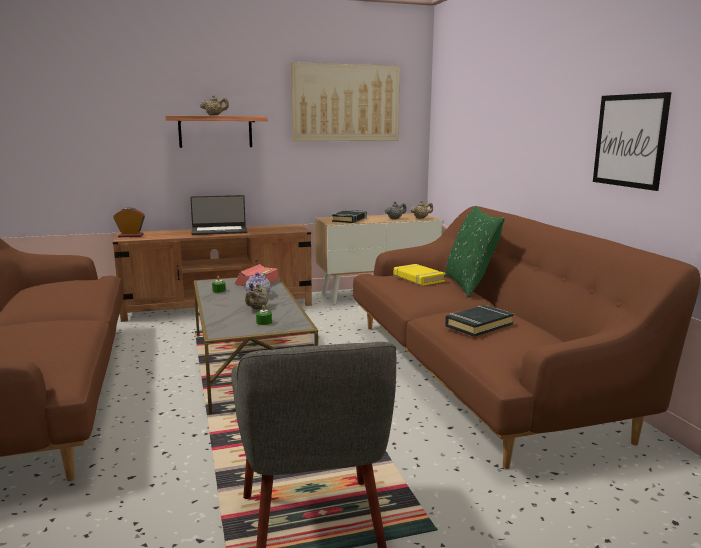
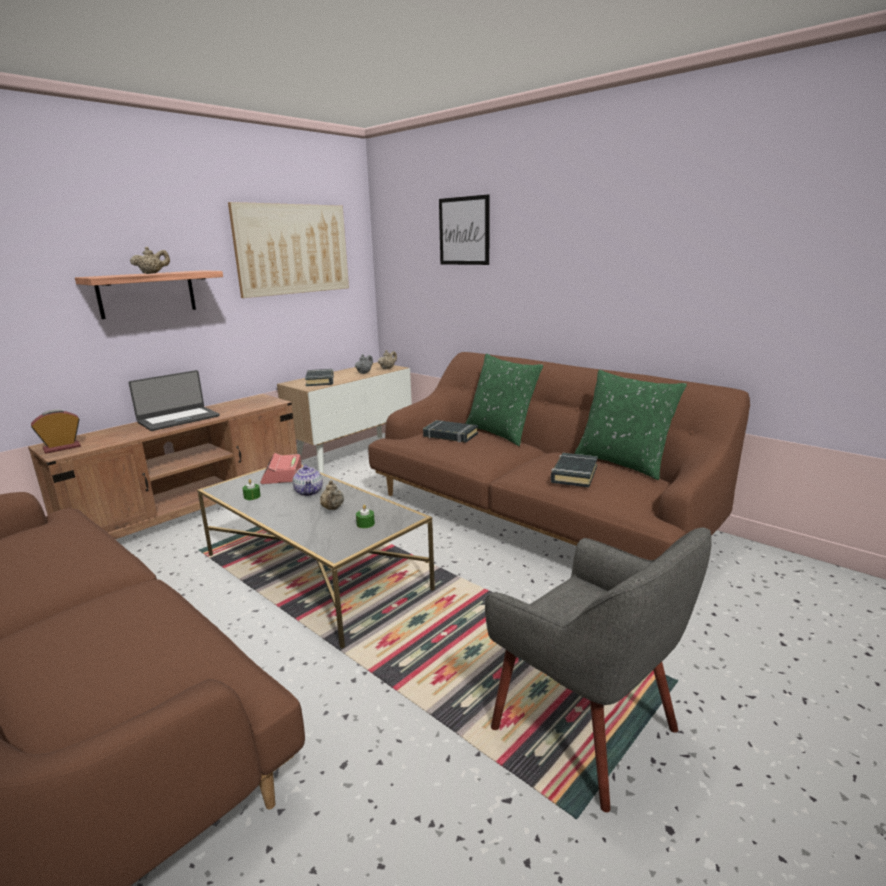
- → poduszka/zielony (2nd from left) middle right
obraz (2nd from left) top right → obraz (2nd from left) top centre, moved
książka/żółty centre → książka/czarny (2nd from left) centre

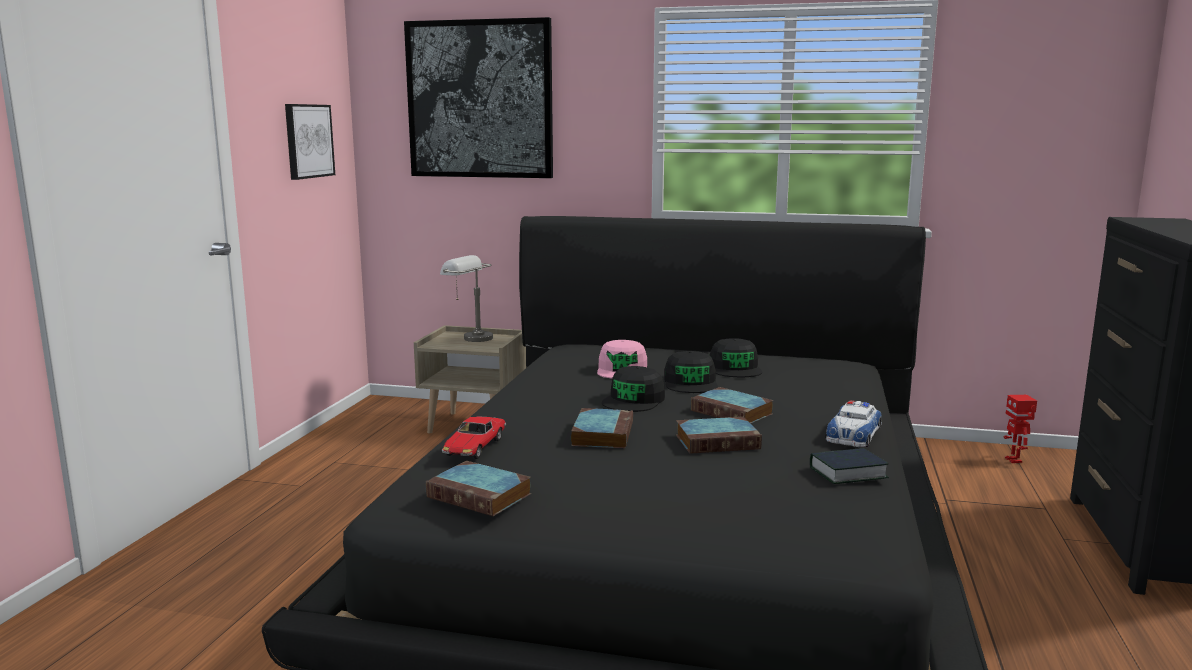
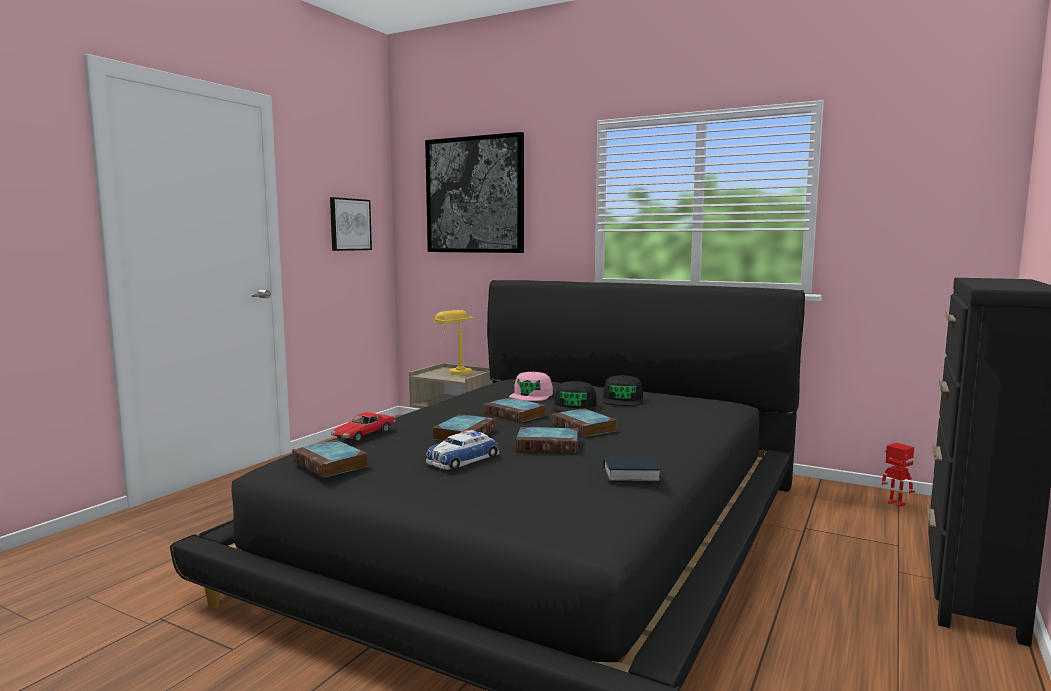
samochodzik (2nd from left) middle right → samochodzik (2nd from left) centre, moved
czapka z daszkiem/czarny (1st from left) centre → książka (3rd from left) centre
lampa stołowa/szary centre → lampa stołowa/żółty centre
robot zabawkowy middle right → robot zabawkowy bottom right, 135 degrees clockwise

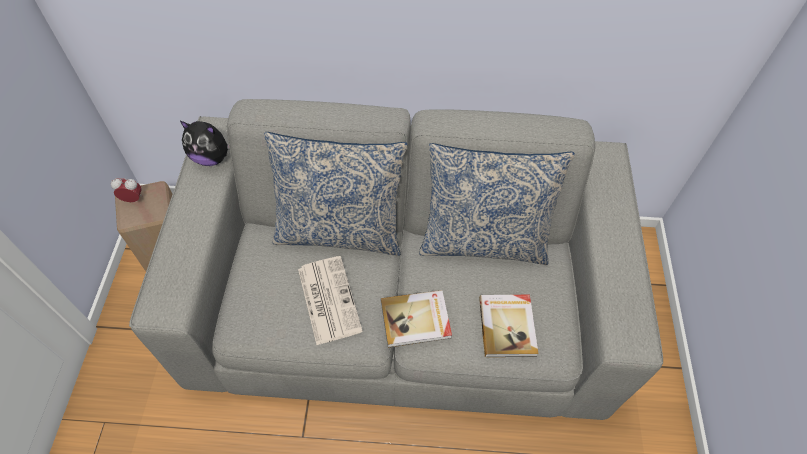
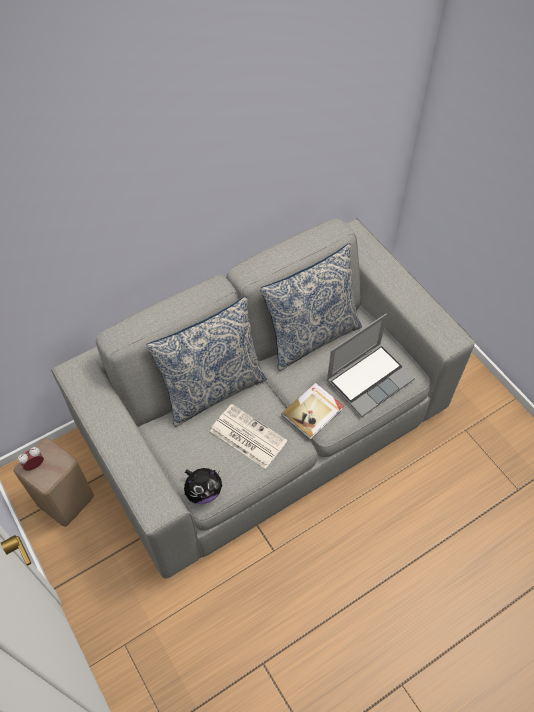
pluszak top left → pluszak bottom centre, moved
książka (2nd from left) bottom centre → laptop middle right

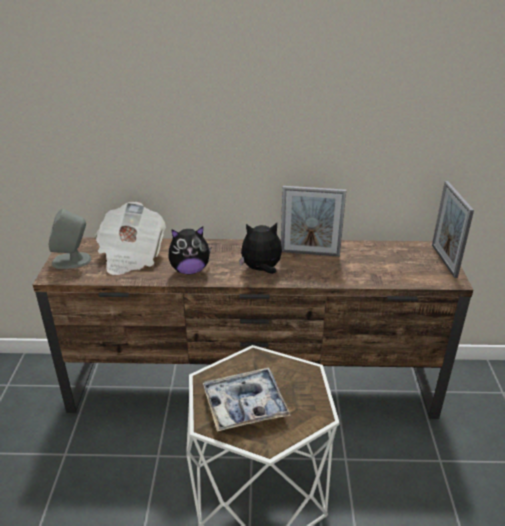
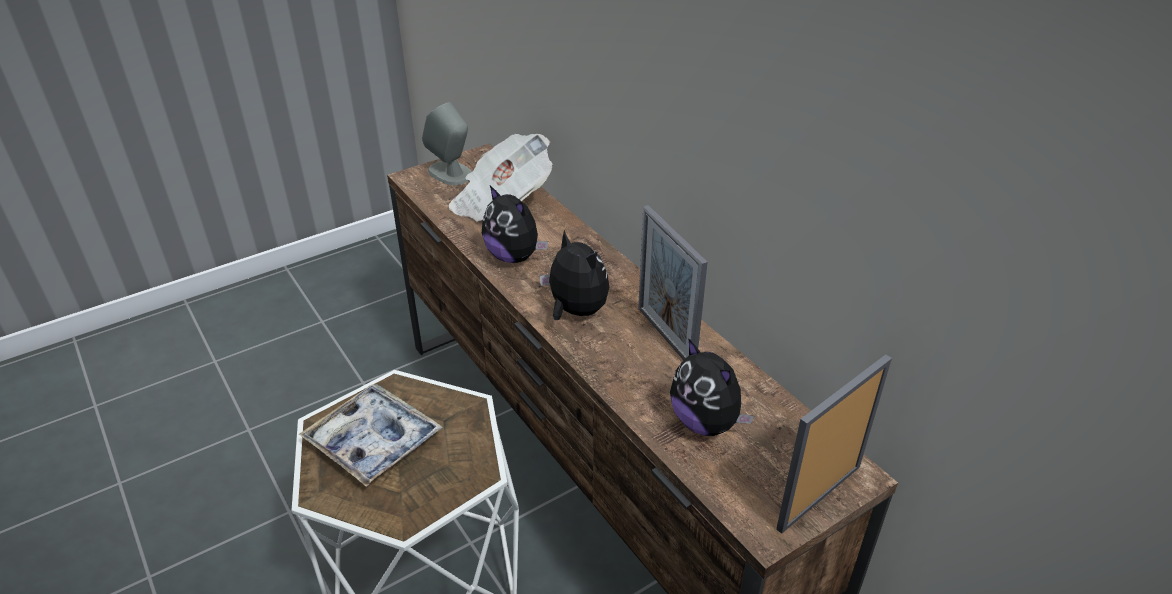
- → pluszak (3rd from left) centre

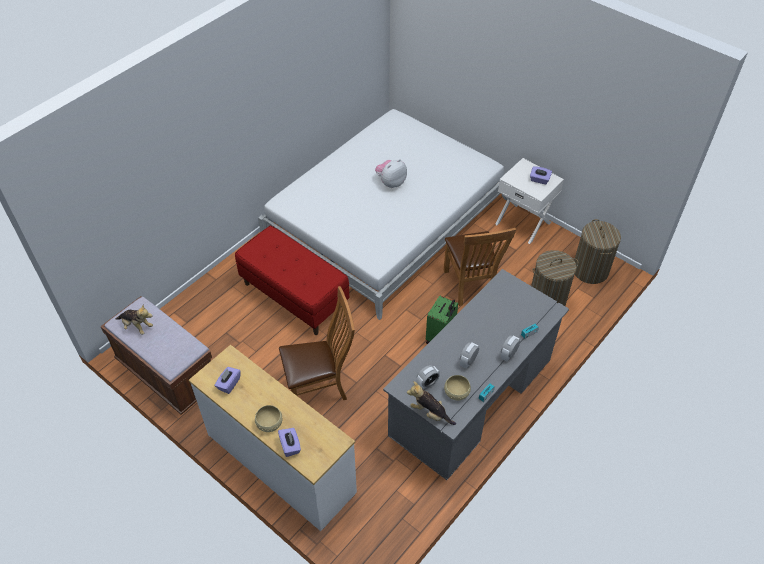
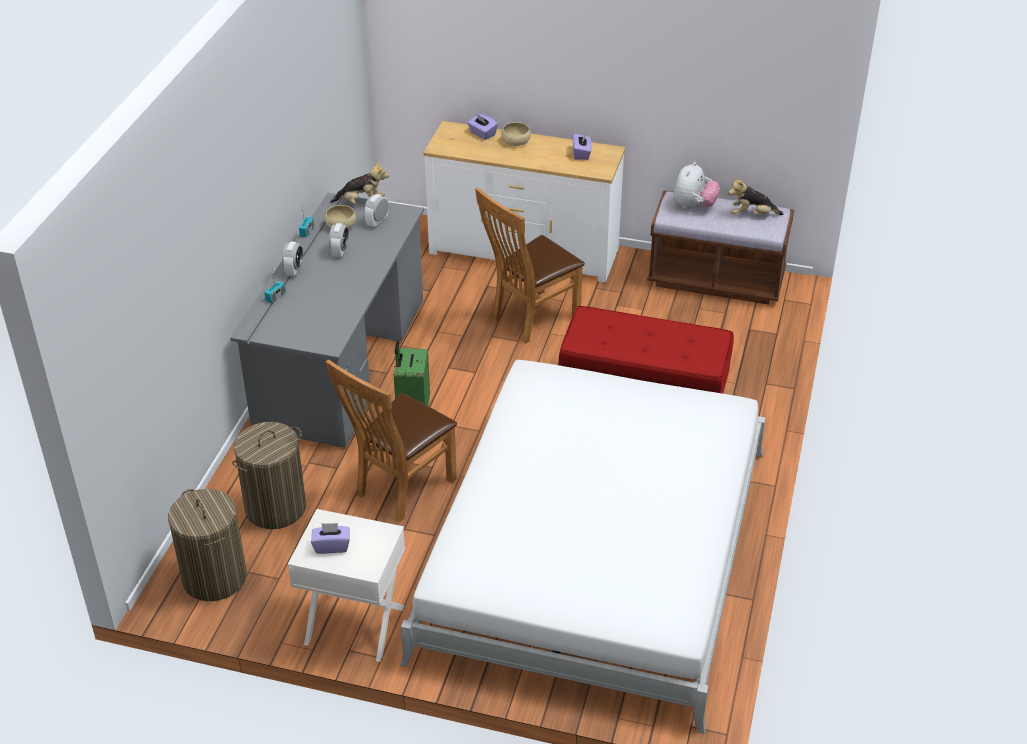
pluszak (2nd from left) top centre → pluszak (2nd from left) top right, moved
krzesło/brązowy (2nd from left in the first image) centre → krzesło/brązowy (1st from left) centre, 105 degrees counterclockwise

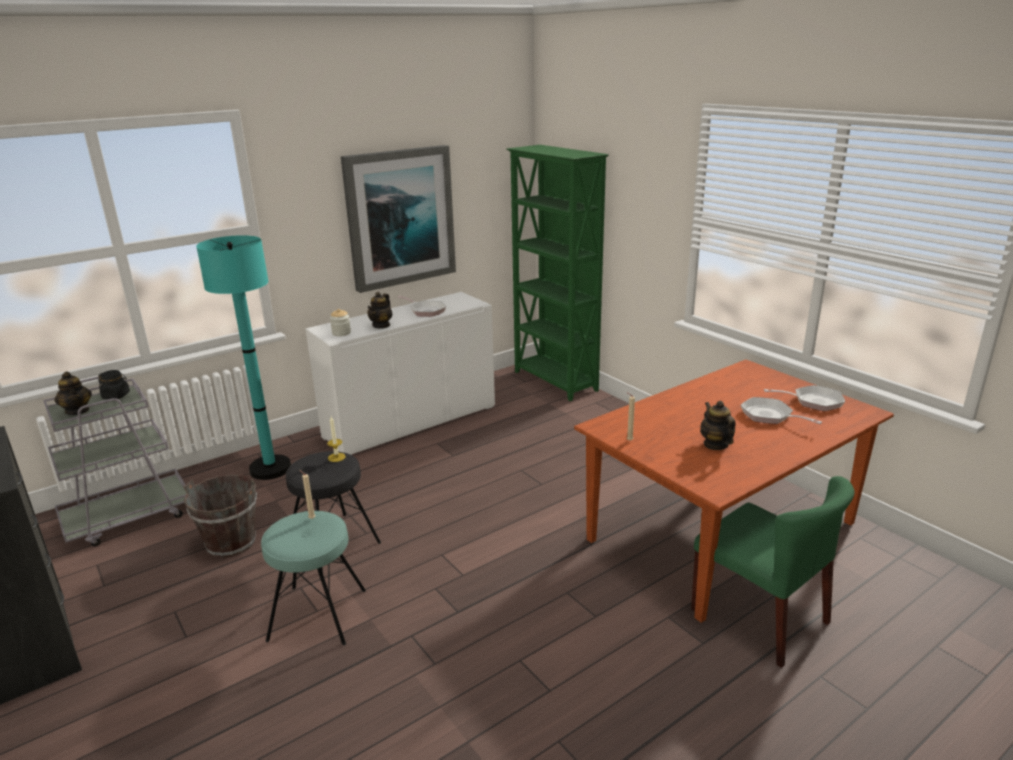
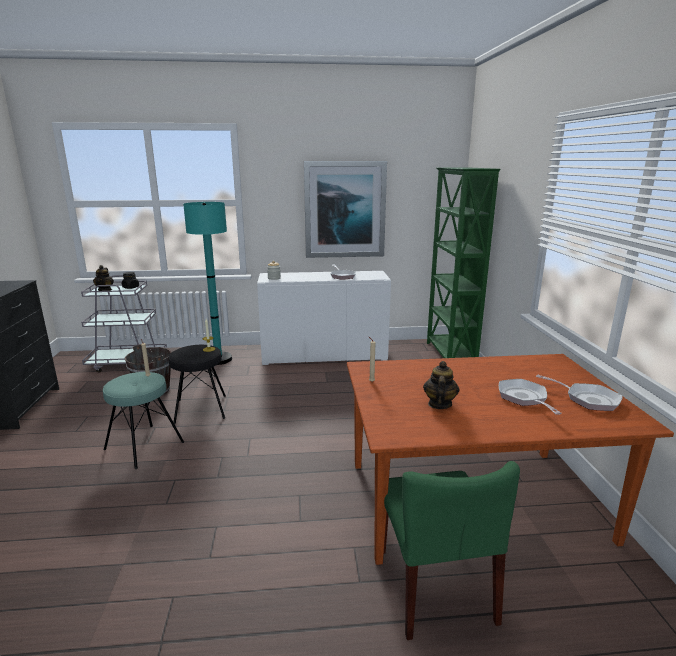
imbryk (2nd from left) centre → -

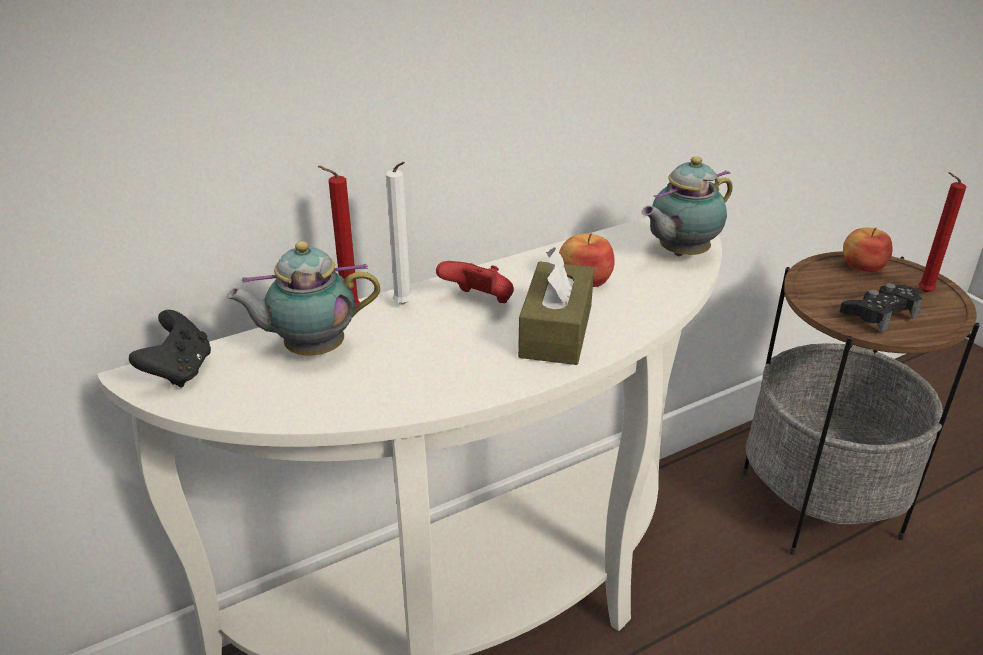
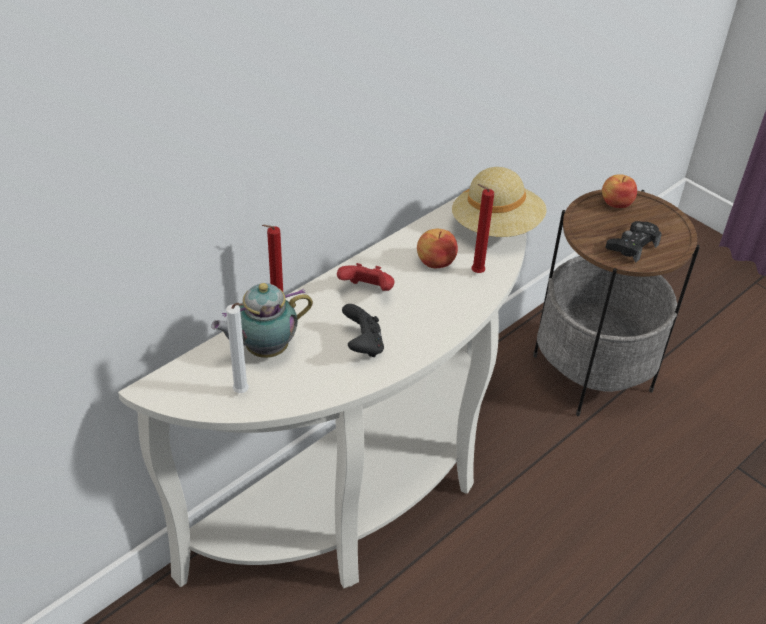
pudełko chusteczek/brązowy centre → -
pad do gier/czarny (1st from left) middle left → pad do gier/czarny (1st from left) centre, moved
świeca/biały centre → świeca/biały middle left, moved
świeca/czerwony (2nd from left) middle right → świeca/czerwony (2nd from left) centre, moved
imbryk (2nd from left) top right → kapelusz/beżowy top centre

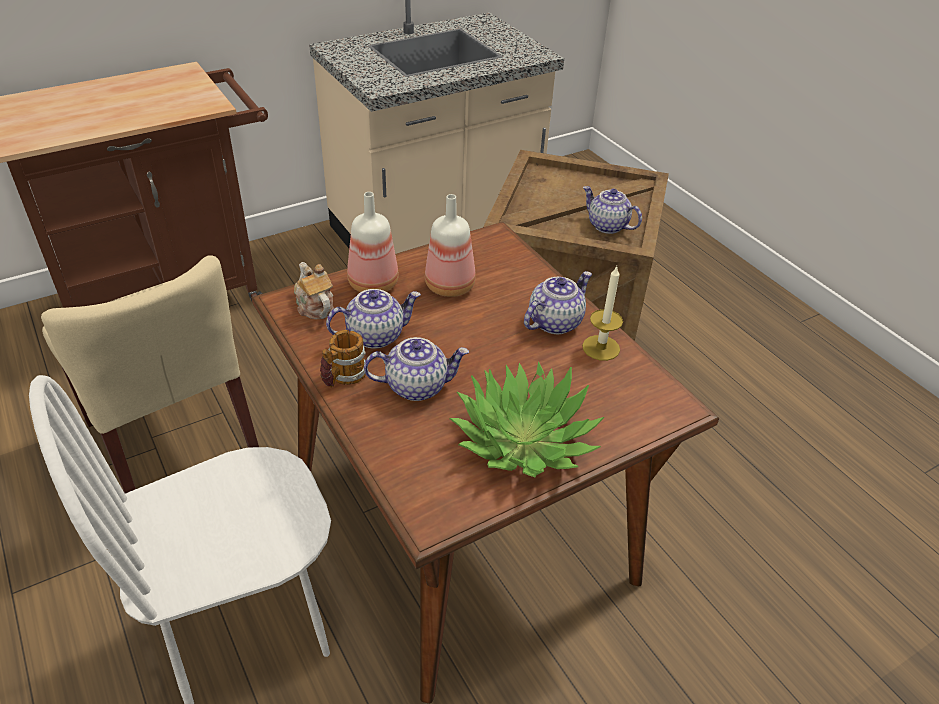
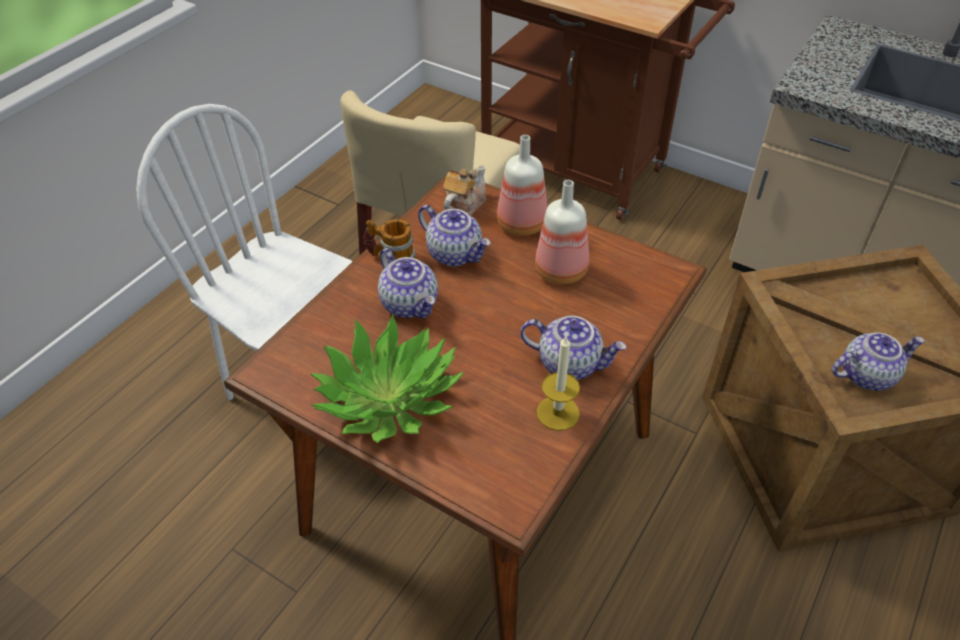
imbryk (5th from left) top centre → imbryk (5th from left) middle right, 60 degrees clockwise

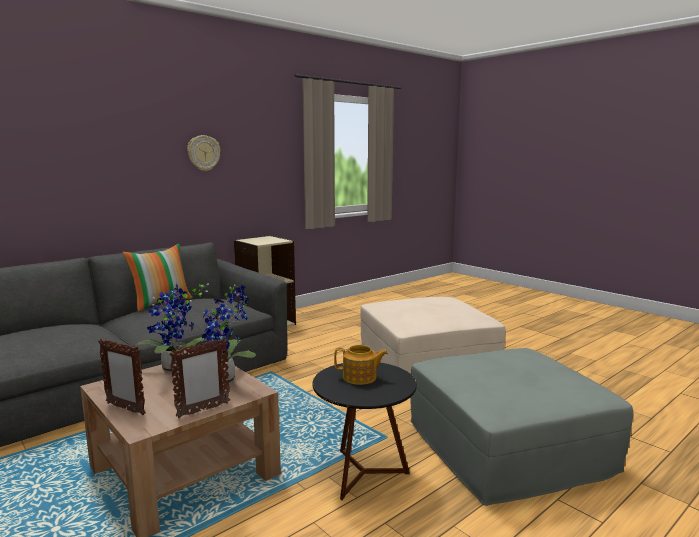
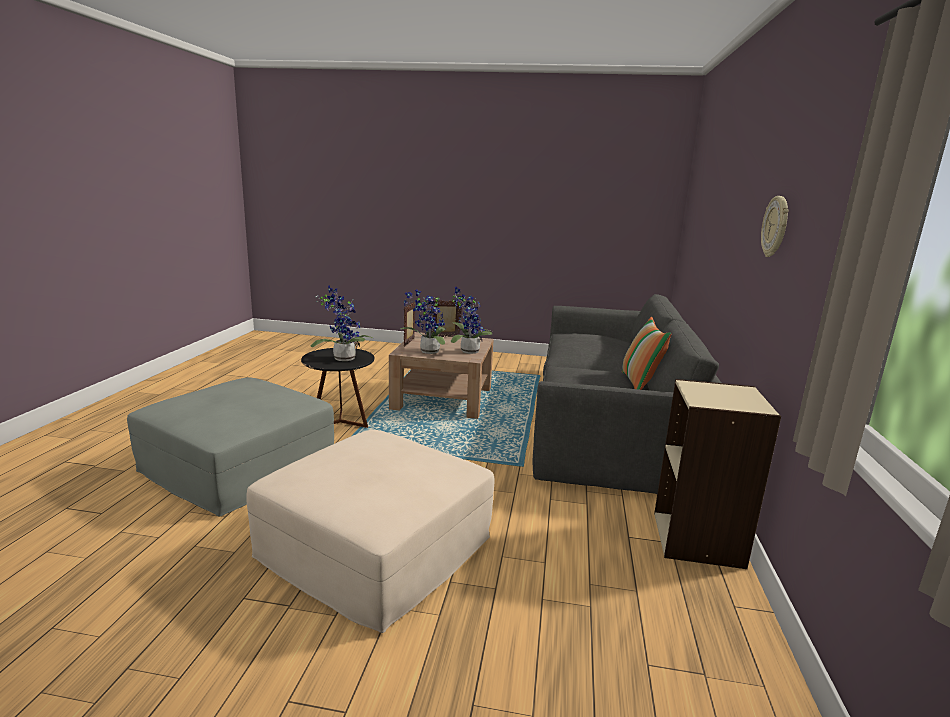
imbryk bottom centre → roślina doniczkowa (1st from left) centre

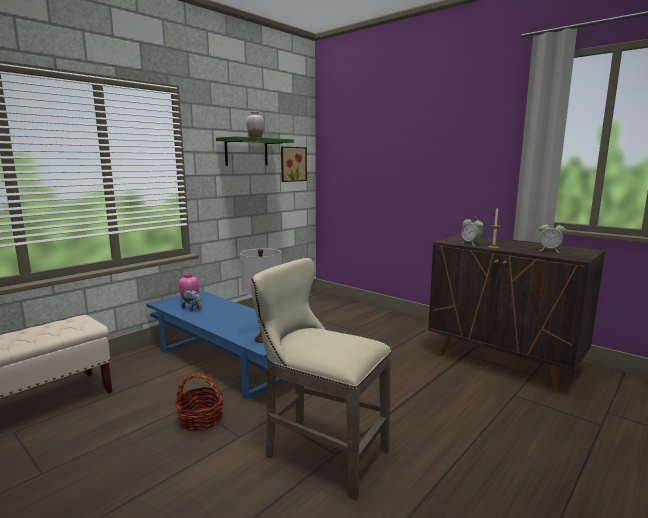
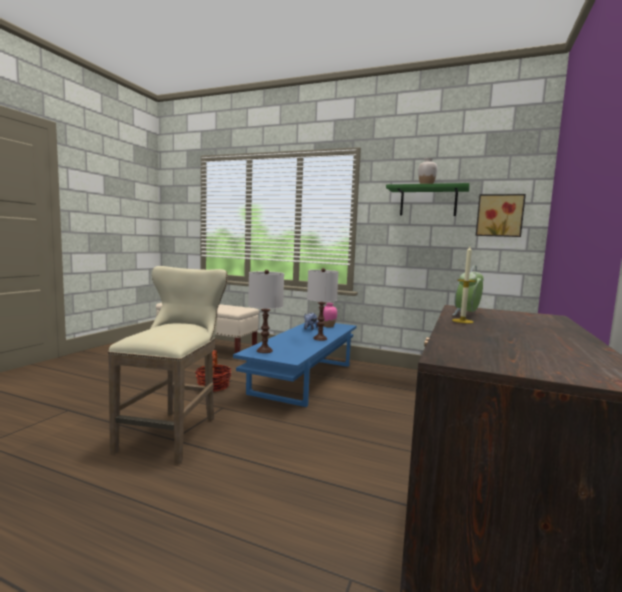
budzik (2nd from left) middle right → -
- → lampa stołowa/biały (2nd from left) centre

